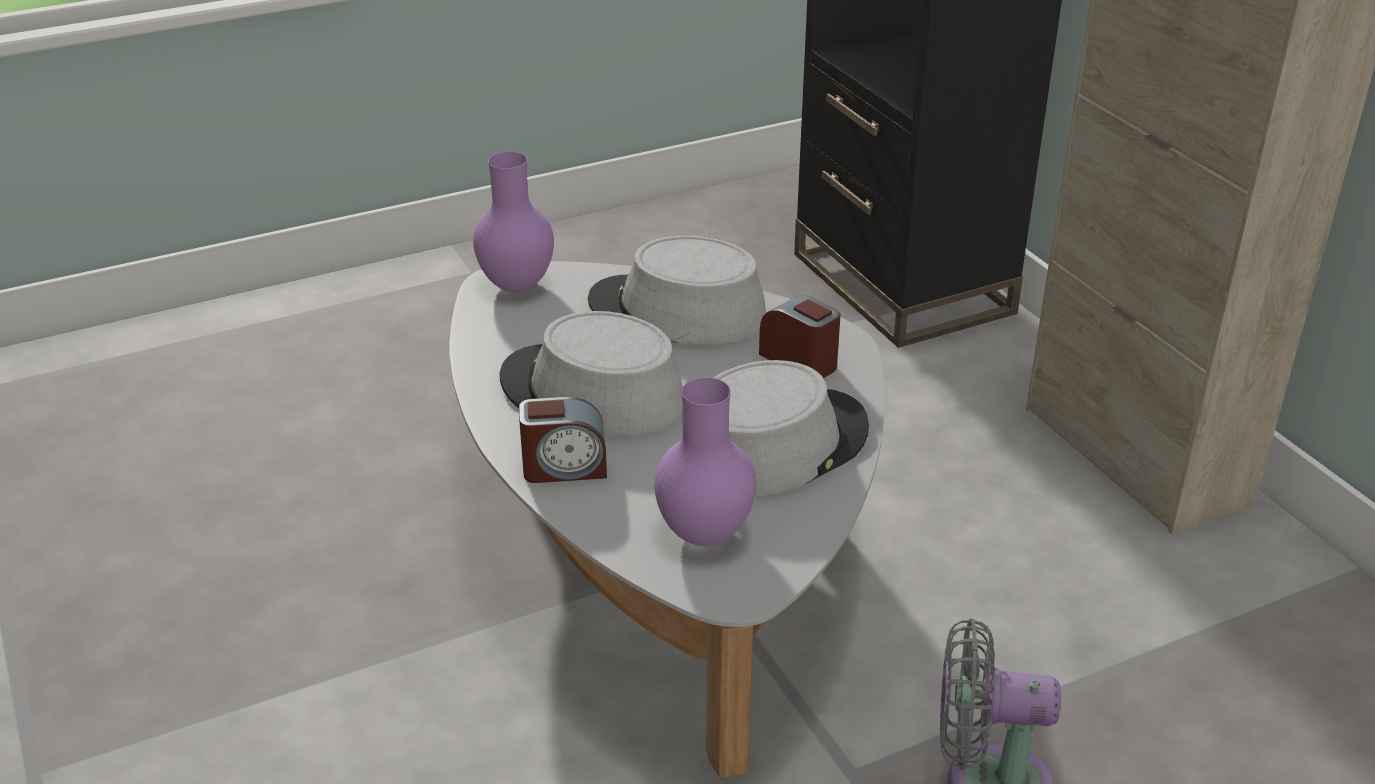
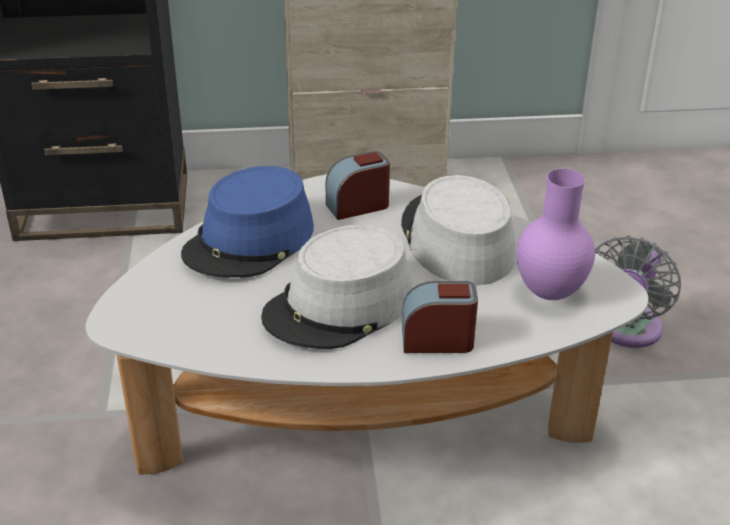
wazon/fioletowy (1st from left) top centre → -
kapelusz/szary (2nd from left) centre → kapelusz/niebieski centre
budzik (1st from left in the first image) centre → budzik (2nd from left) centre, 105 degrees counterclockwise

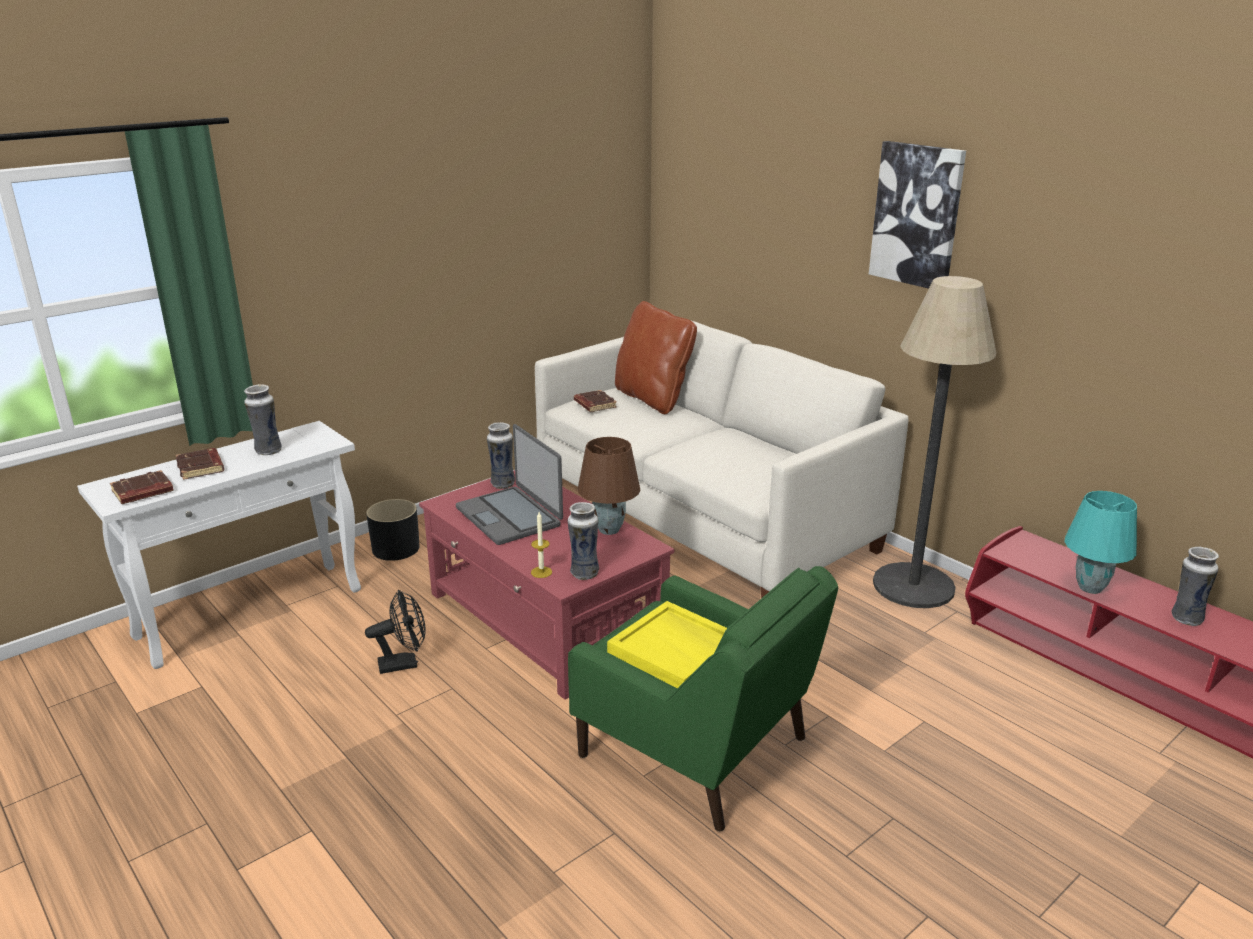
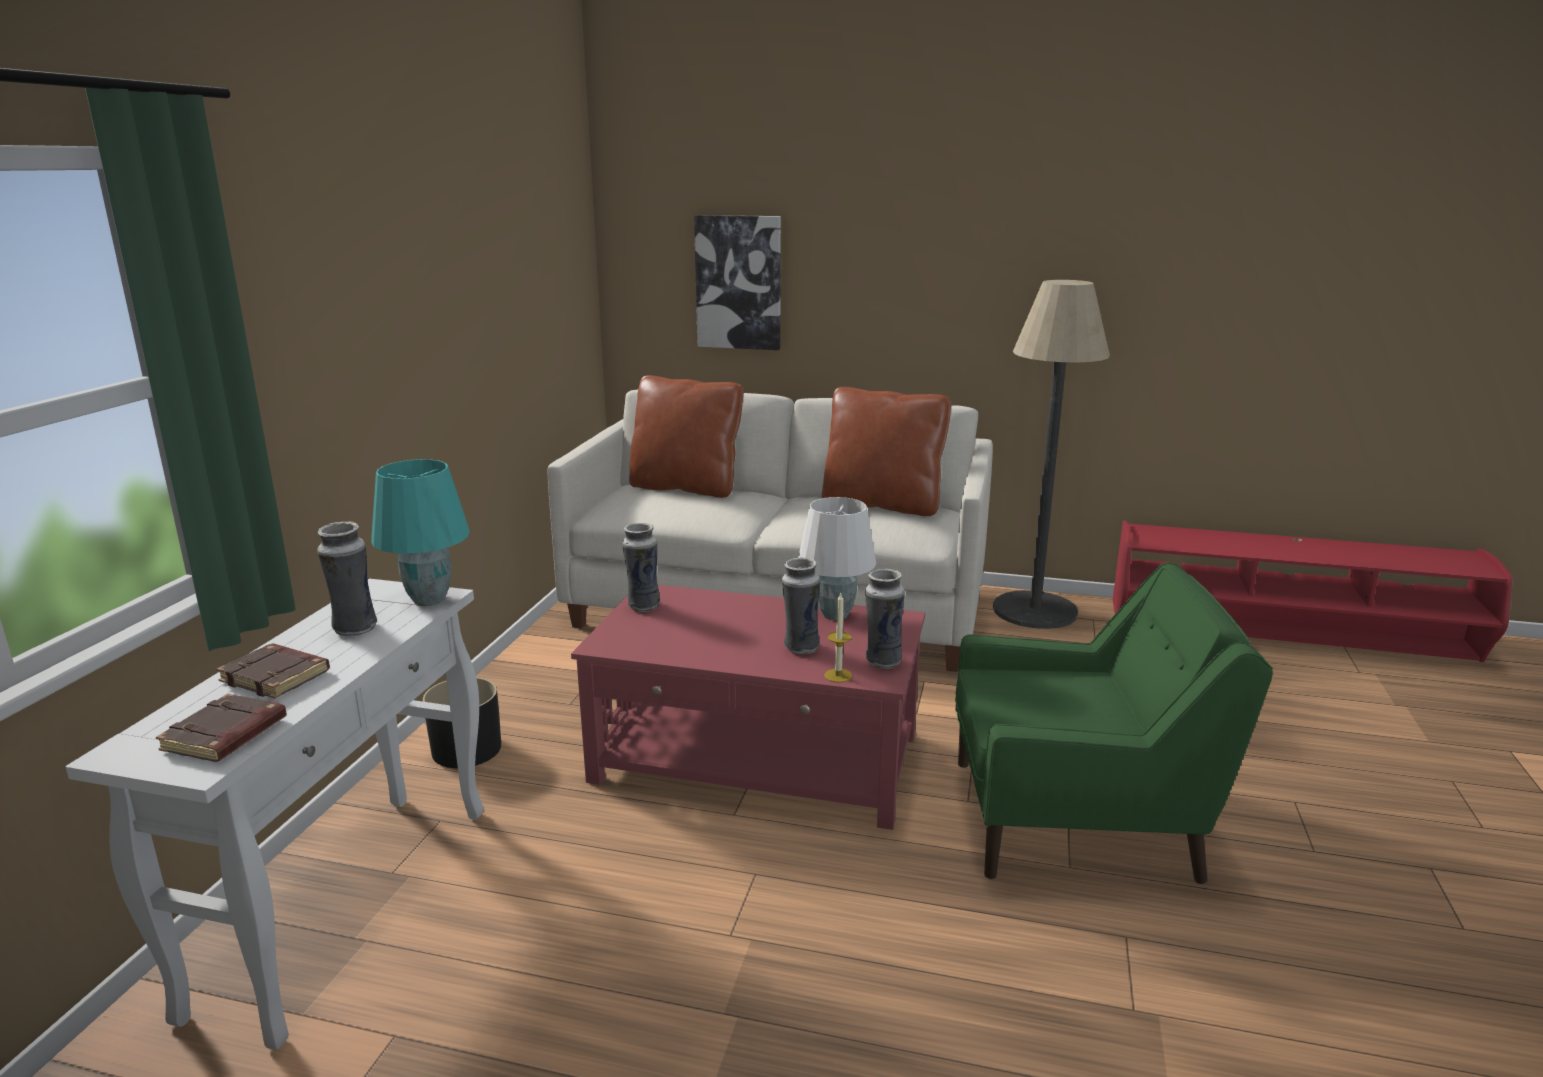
wentylator/czarny bottom left → -
laptop centre → -
książka/brązowy (3rd from left) centre → -
taca/żółty bottom centre → -
- → poduszka/brązowy (2nd from left) centre
obraz top right → obraz top centre, moved
lampa stołowa/turkusowy middle right → lampa stołowa/turkusowy middle left, moved
wazon (4th from left in the first image) middle right → wazon (3rd from left) centre, moved
lampa stołowa/brązowy centre → lampa stołowa/biały centre

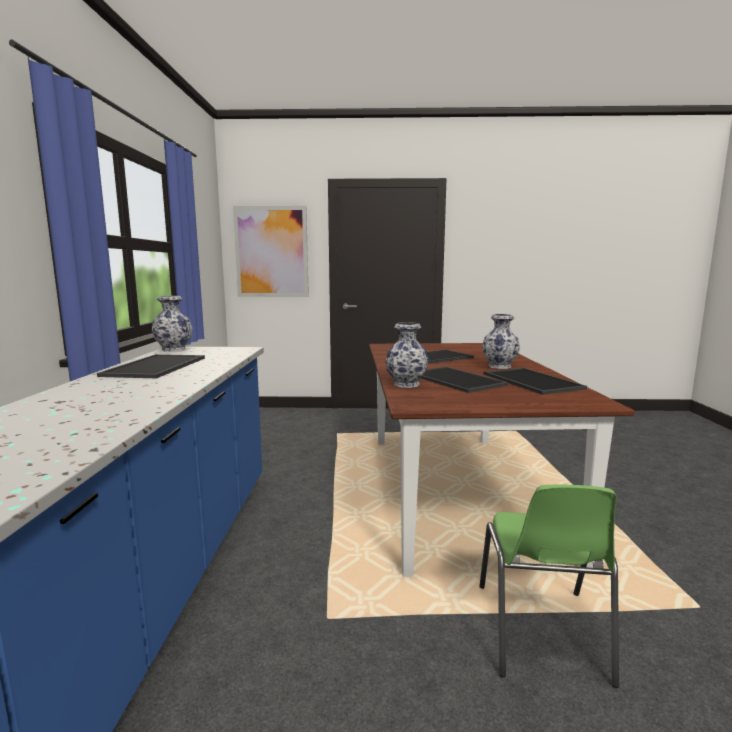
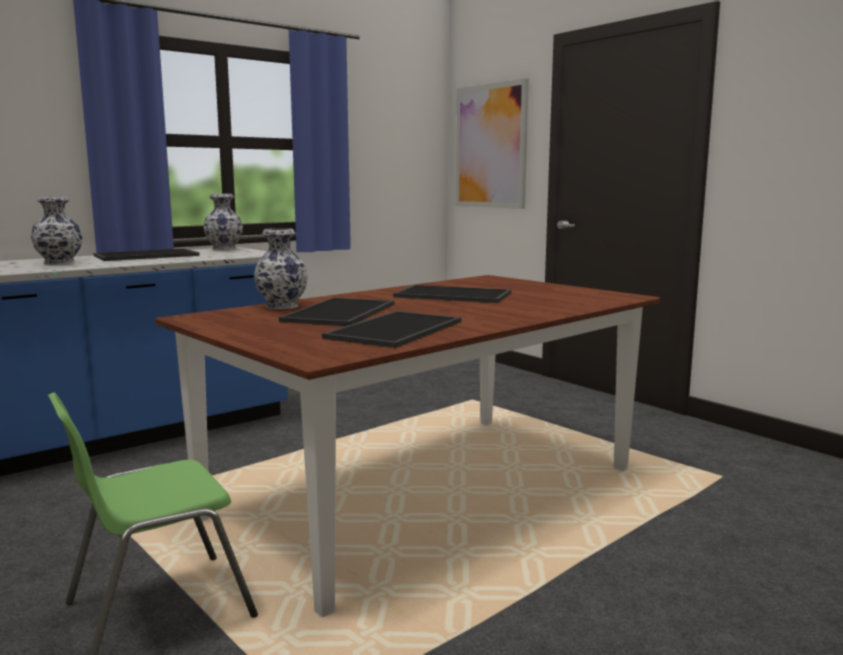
wazon (3rd from left in the first image) middle right → wazon (1st from left) middle left, moved

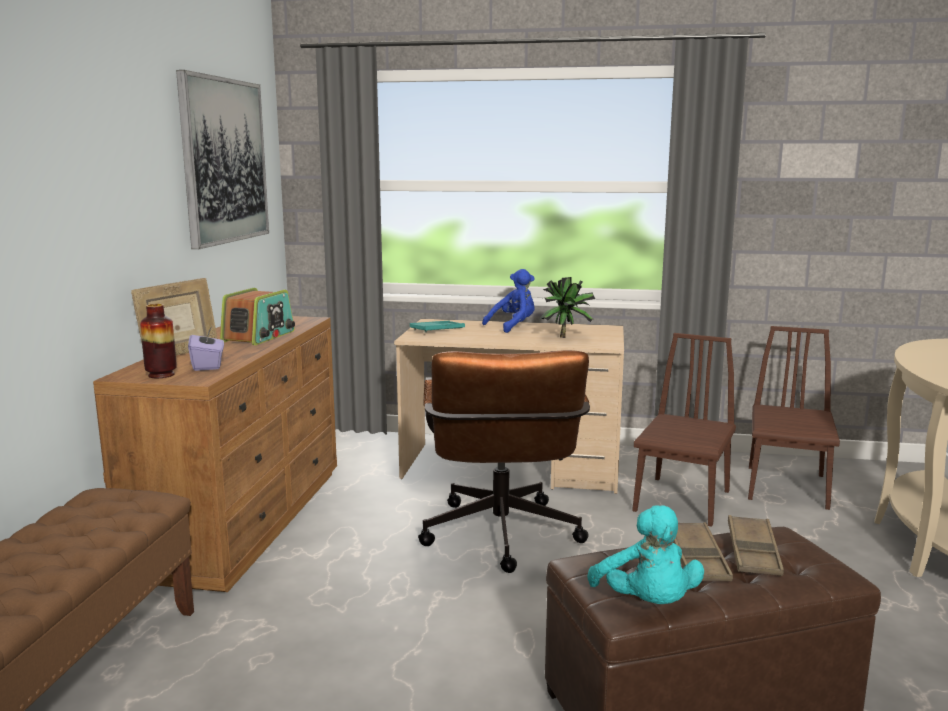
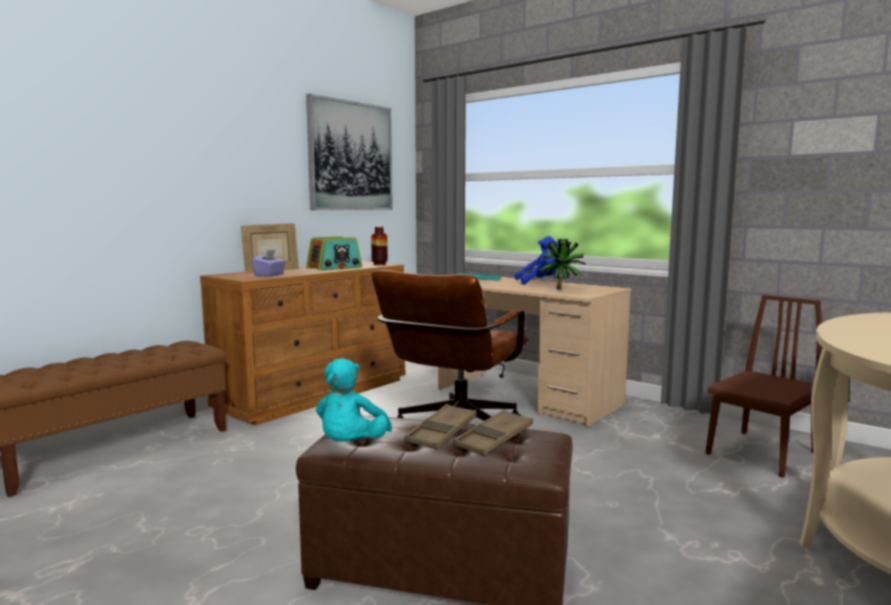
krzesło/brązowy (1st from left) middle right → -
wazon middle left → wazon centre, moved

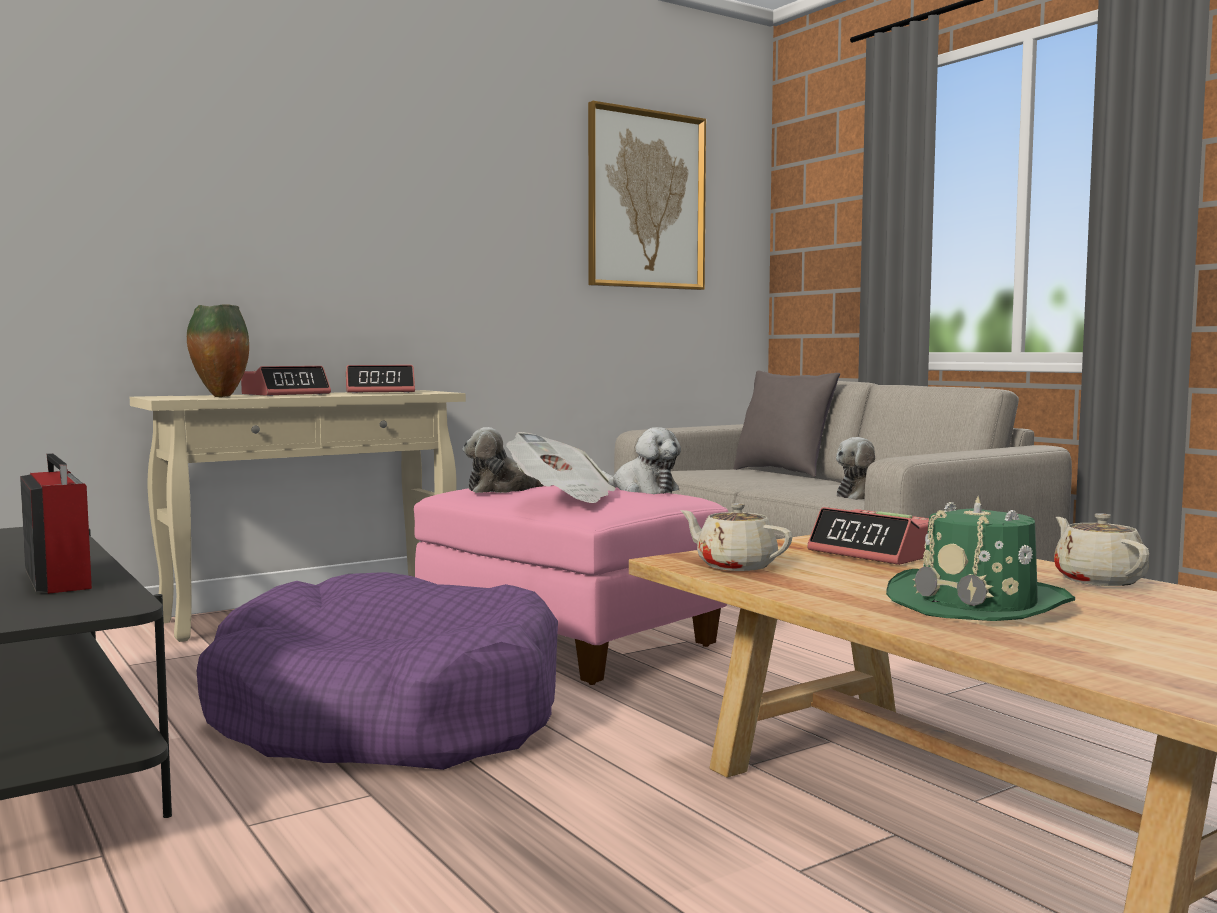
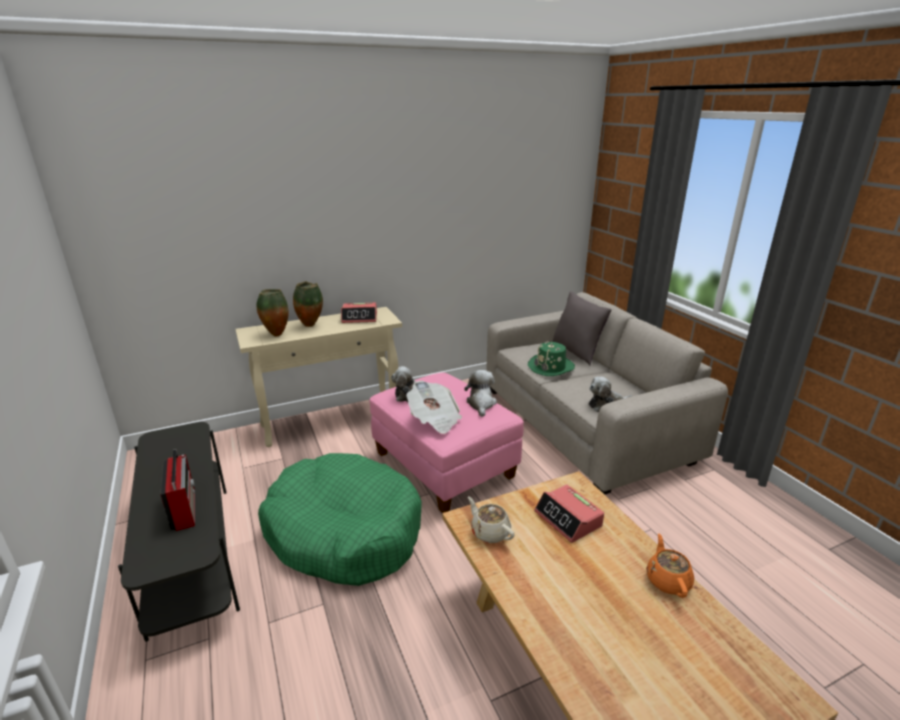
obraz top centre → -
kapelusz/zielony middle right → kapelusz/zielony centre, moved
budzik (1st from left) middle left → wazon (2nd from left) centre
legowisko/fioletowy bottom left → legowisko/zielony bottom centre
imbryk/beżowy (2nd from left) middle right → imbryk/pomarańczowy bottom right
pluszak (2nd from left) centre, 135 degrees counterclockwise

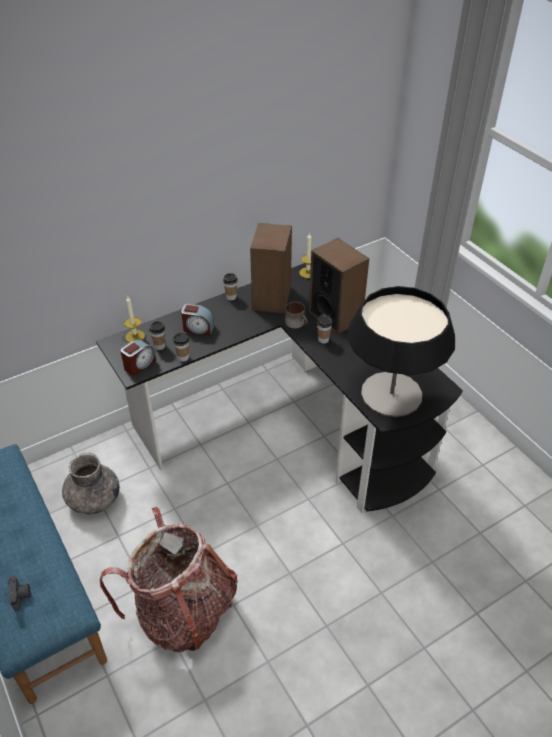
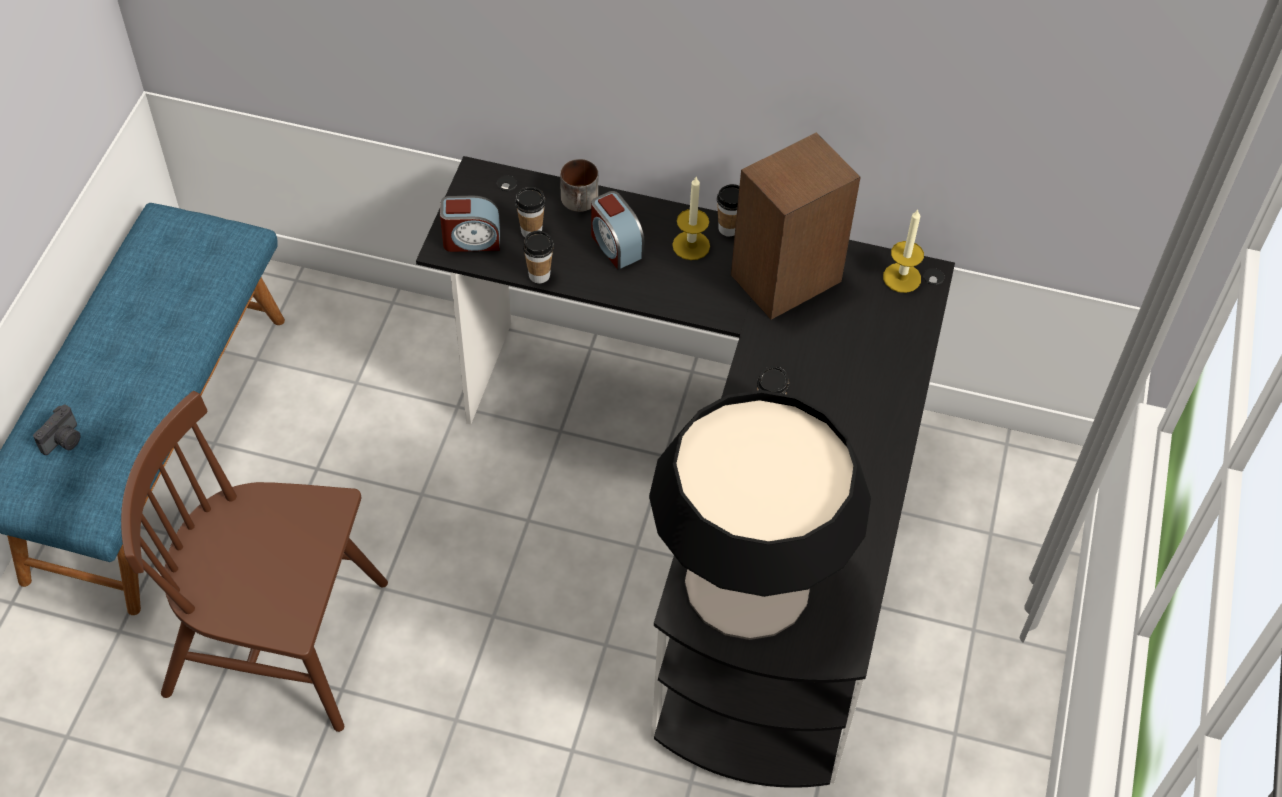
wazon/szary middle left → -
głośnik (2nd from left) centre → -
świeca (1st from left) middle left → świeca (1st from left) top centre, moved
kubek centre → kubek top centre, moved
plecak bottom left → krzesło/brązowy bottom left

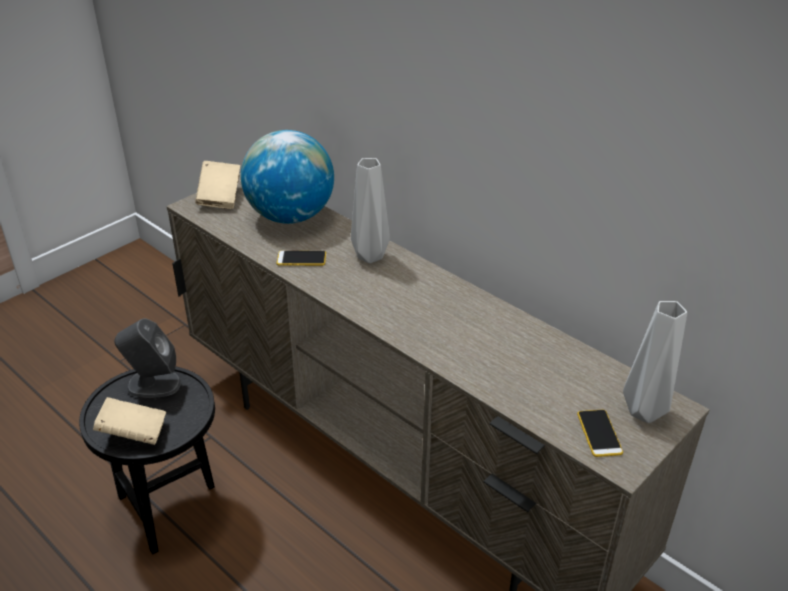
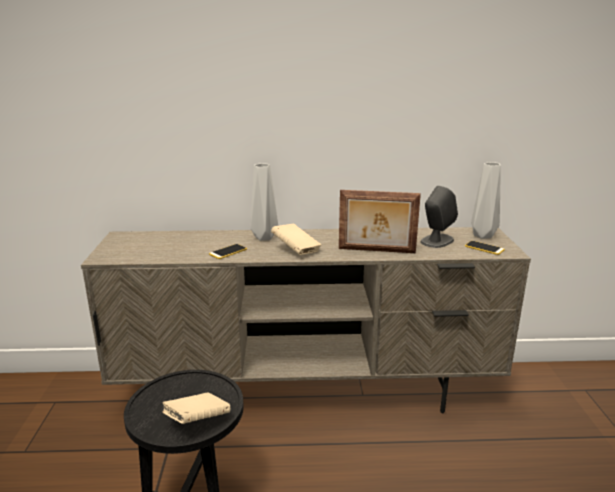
globus top centre → -
- → ramka na zdjęcie centre
głośnik/szary middle left → głośnik/szary middle right, moved
książka/beżowy (2nd from left) top left → książka/beżowy (2nd from left) centre, moved

